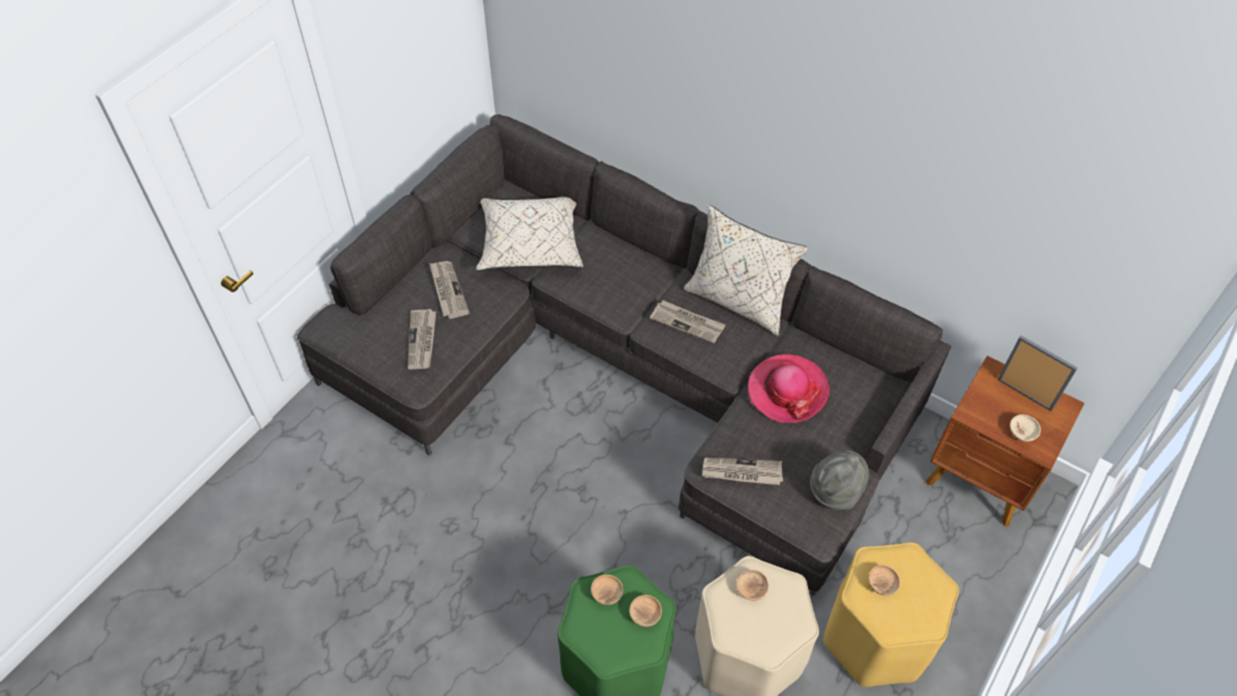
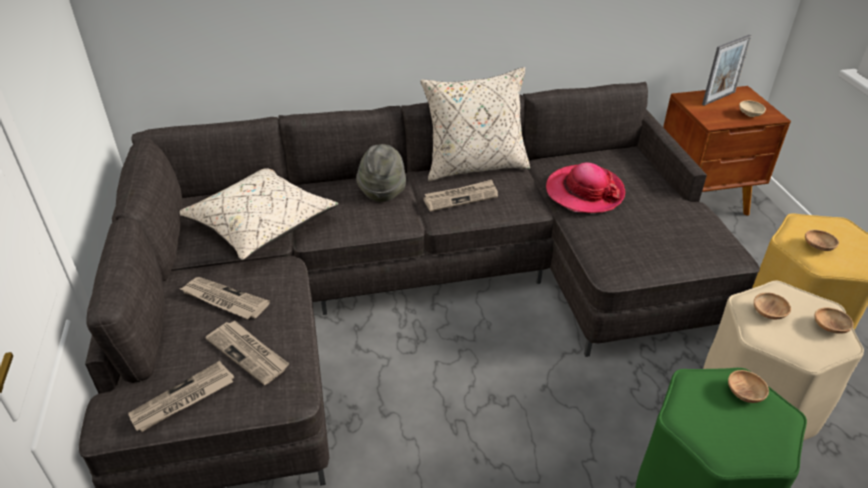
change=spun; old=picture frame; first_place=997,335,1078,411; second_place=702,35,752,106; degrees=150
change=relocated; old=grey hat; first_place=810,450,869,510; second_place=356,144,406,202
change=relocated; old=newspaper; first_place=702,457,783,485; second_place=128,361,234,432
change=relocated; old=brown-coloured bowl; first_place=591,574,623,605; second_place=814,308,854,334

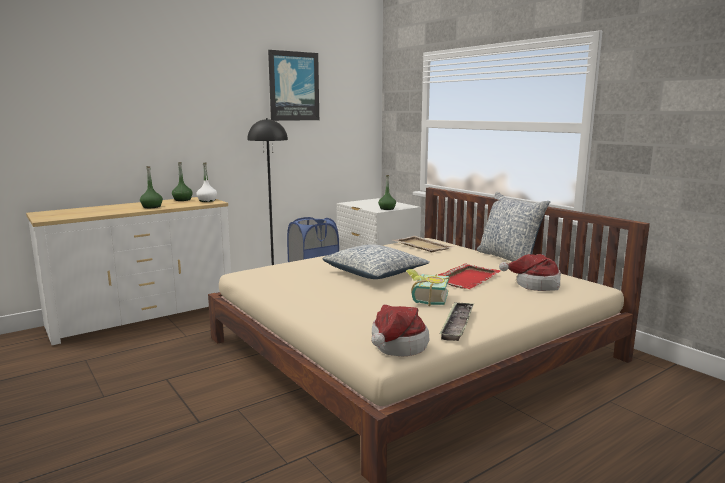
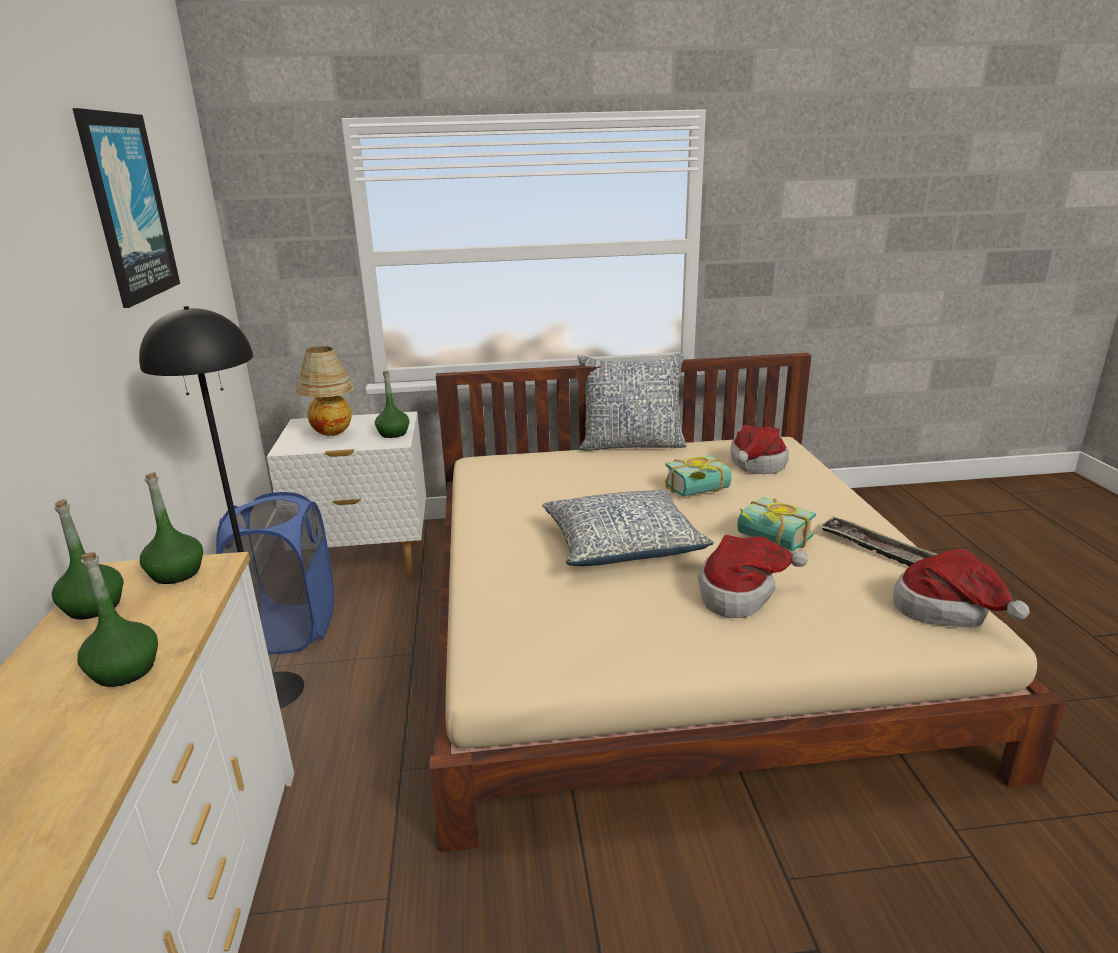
change=colour; old=whitish bottle; new=green bottle; first_place=196,163,217,202; second_place=140,472,203,584
change=missing; old=beige tray; first_place=393,236,454,252
change=exchanged; old=reddish tray; new=volume; first_place=438,263,501,289; second_place=665,455,731,497
change=appeared; new=tabletop lamp; second_place=296,346,355,436
change=appeared; new=hat; second_place=697,535,808,618

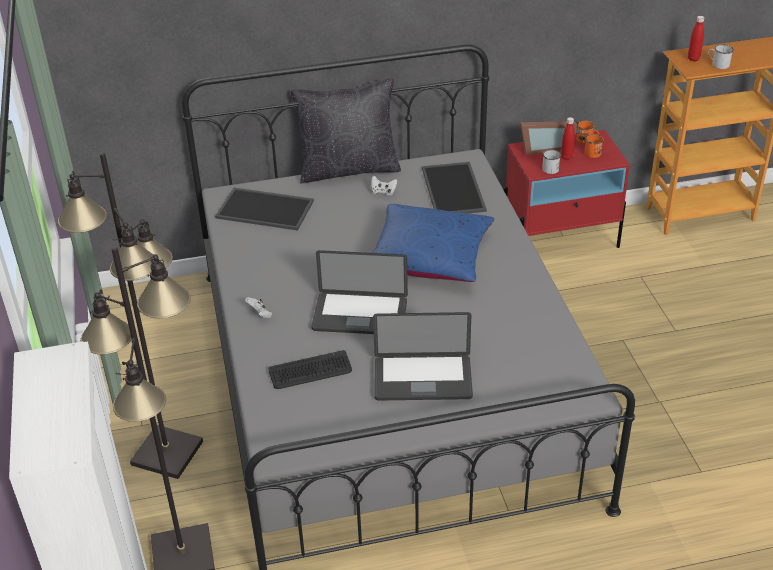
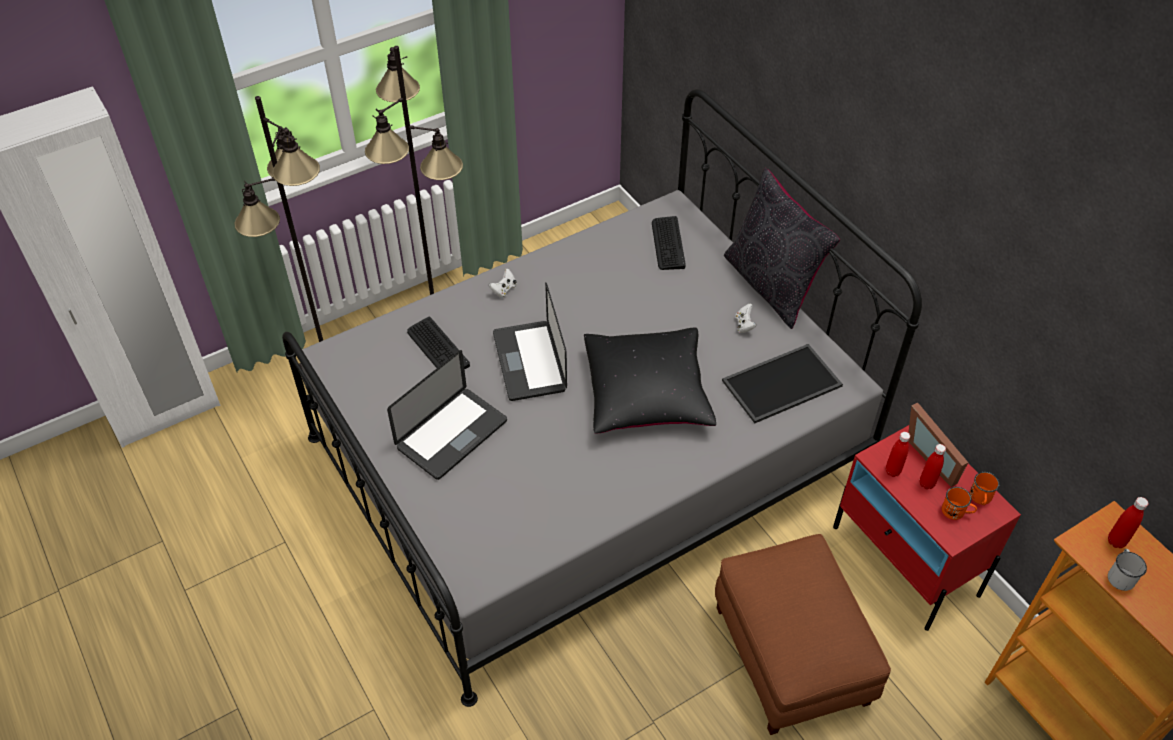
change=exchanged; old=whitish mug; new=reddish bottle; first_place=542,150,561,174; second_place=886,432,910,477
change=exchanged; old=tray; new=keyboard; first_place=215,188,314,230; second_place=652,216,686,270
change=colour; old=blue-coloured cushion; new=blackish cushion; first_place=372,204,494,282; second_place=584,328,716,434
change=spun; old=notebook computer; first_place=373,312,473,401; second_place=387,350,507,480; degrees=-120
change=appeared; new=brown-coloured pouffe; second_place=715,534,891,735

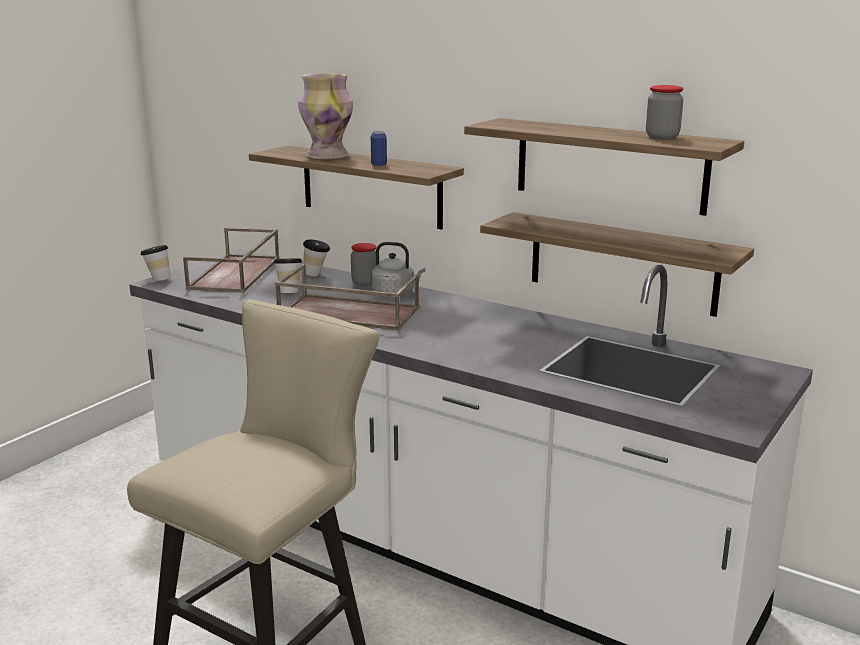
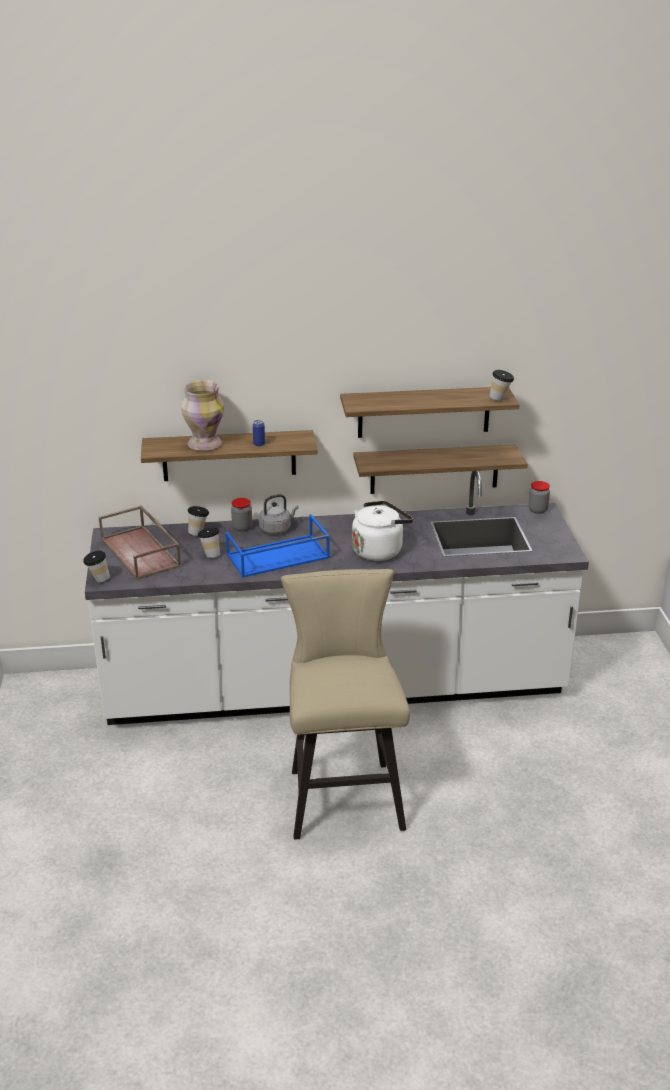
change=relocated; old=preserve jar; first_place=646,85,684,139; second_place=528,481,550,514
change=colour; old=brown-coloured tray; new=blue-coloured tray; first_place=275,264,419,330; second_place=226,514,330,578
change=appeared; new=drinking cup; second_place=489,370,514,401
change=appeared; new=whitish tea kettle; second_place=352,500,413,561

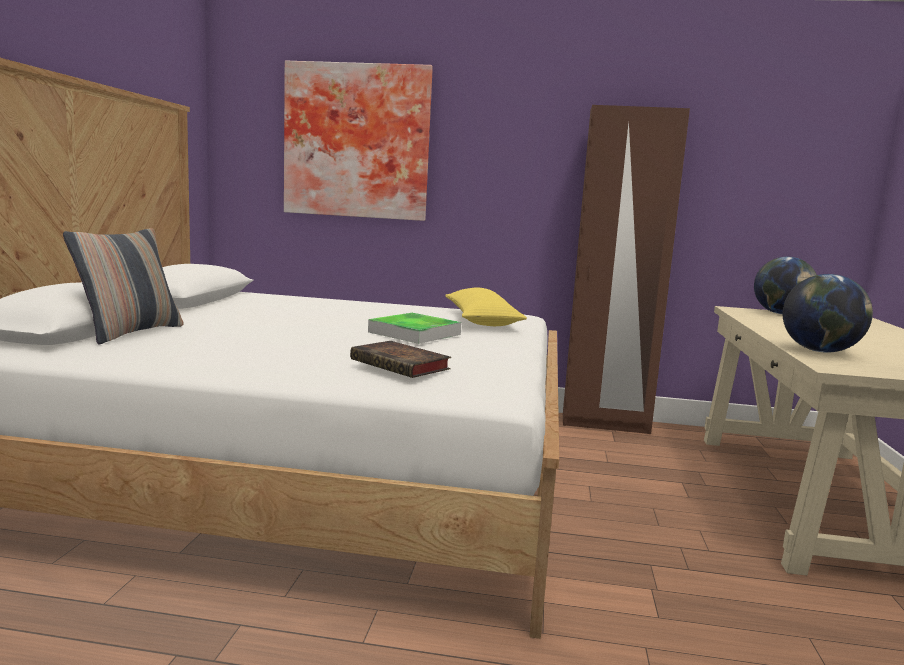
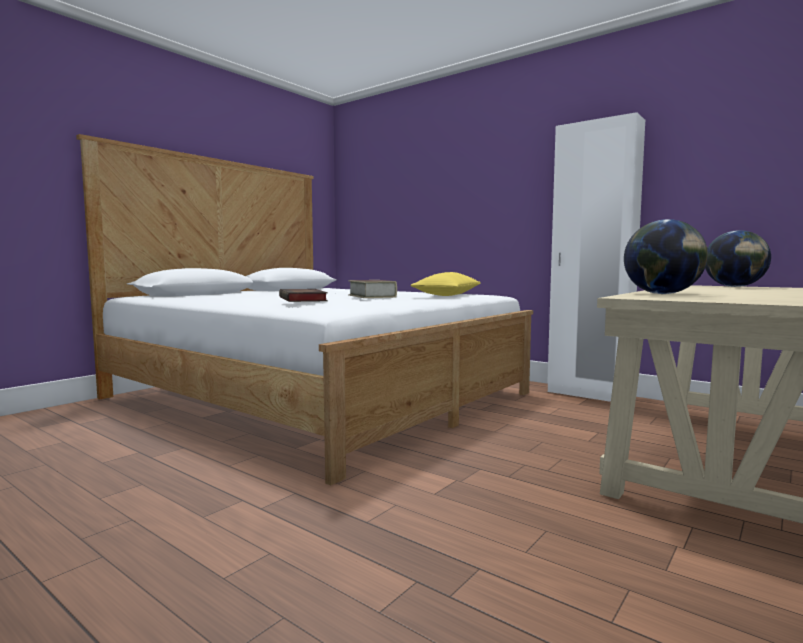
change=missing; old=wall picture; first_place=284,61,433,221
change=colour; old=brown-coloured armoire; new=whitish armoire; first_place=563,105,690,434; second_place=547,112,645,402
change=missing; old=cushion; first_place=63,228,184,345
change=exchanged; old=tray; new=volume; first_place=368,313,461,344; second_place=348,280,397,298

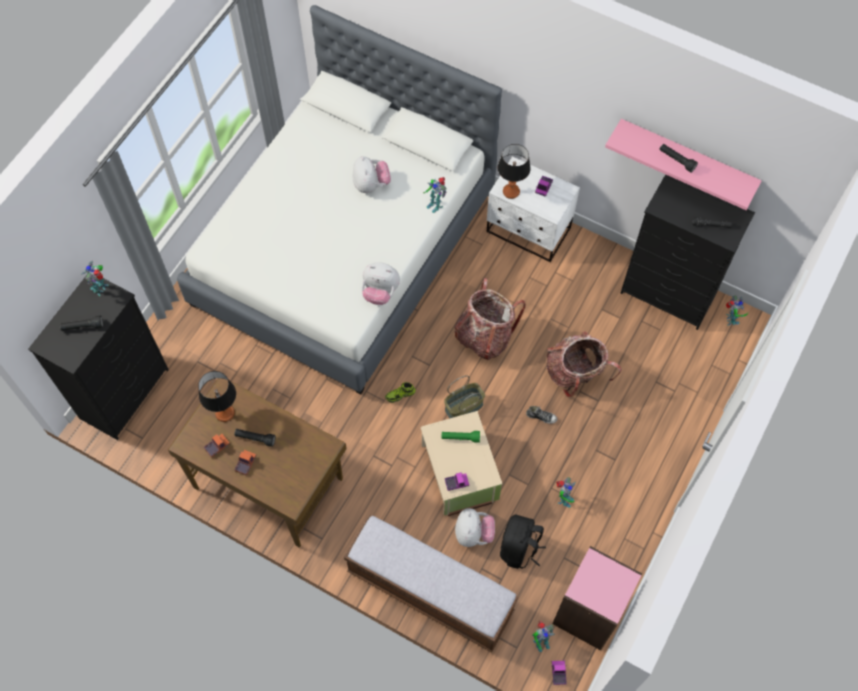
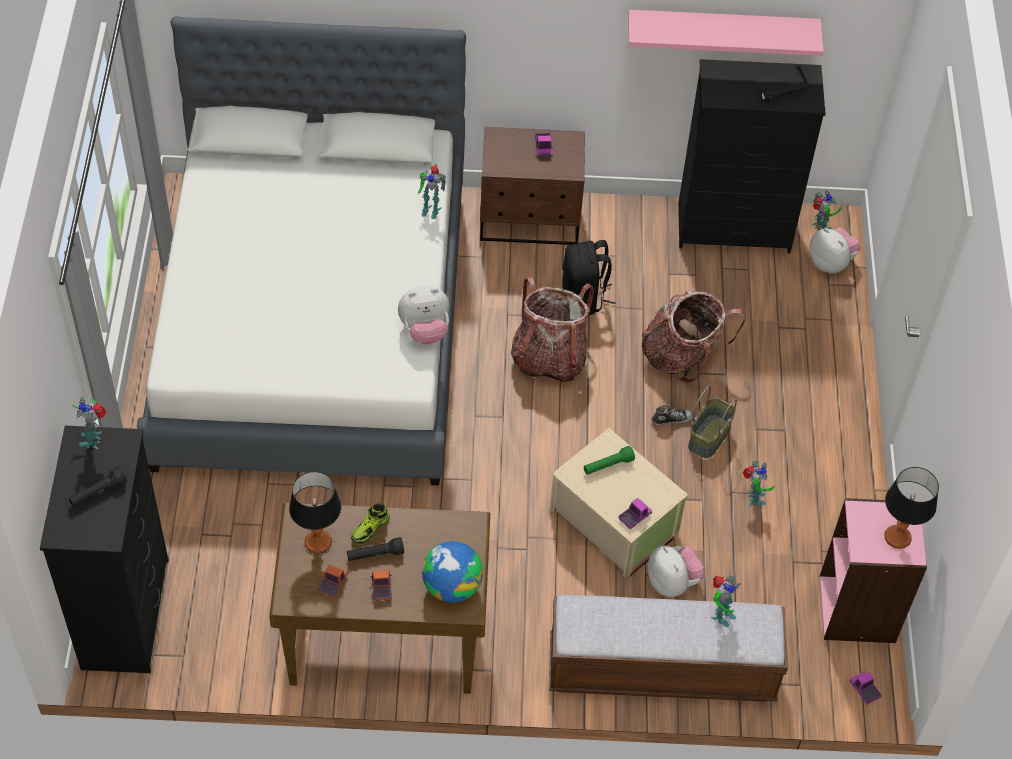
change=relocated; old=tabletop lamp; first_place=497,144,531,199; second_place=884,467,939,549
change=missing; old=blackish hand torch; first_place=659,144,698,173
change=relocated; old=soft toy; first_place=353,156,391,193; second_place=809,228,860,273
change=colour; old=whitish nightstand; new=brown-coloured nightstand; first_place=487,156,580,262; second_place=480,127,585,245
change=relocated; old=basket; first_place=444,375,485,418; second_place=688,386,737,458
change=relocated; old=low shoe; first_place=385,382,416,403; second_place=351,503,390,545
change=relocated; old=blackish knapsack; first_place=500,514,546,569; second_place=562,240,616,315
change=relocated; old=model robot; first_place=532,621,554,652; second_place=711,575,741,627
change=appeared; new=desk globe; second_place=422,541,483,603

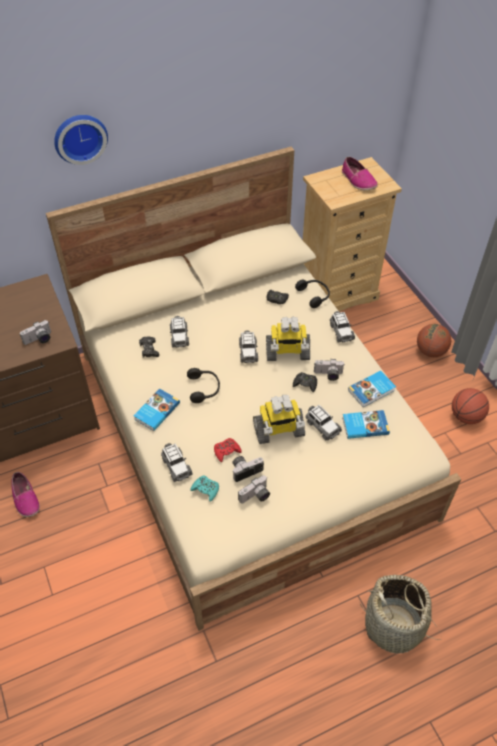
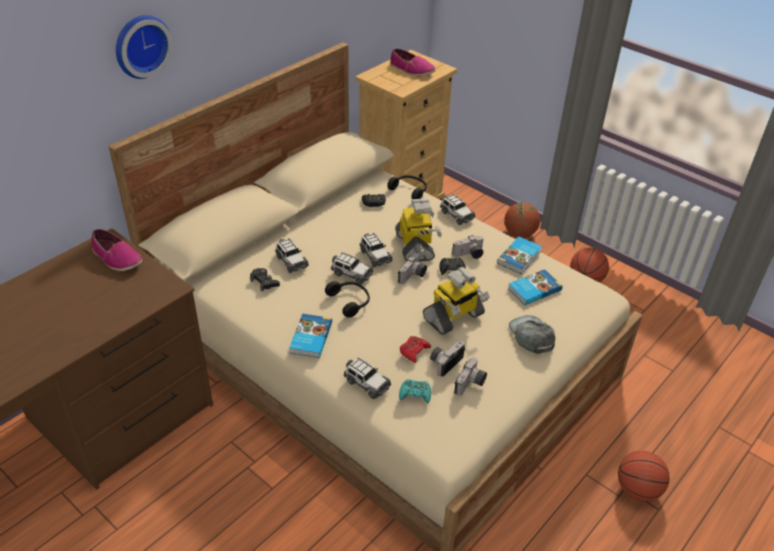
change=spun; old=model robot; first_place=266,316,310,361; second_place=395,198,442,262; degrees=-75
change=relocated; old=photo camera; first_place=20,320,51,345; second_place=398,253,427,284
change=relocated; old=model car; first_place=305,405,342,440; second_place=331,252,373,284
change=relocated; old=low shoe; first_place=11,472,40,517; second_place=92,229,142,271
change=exchanged; old=basket; new=basketball ball; first_place=360,575,441,653; second_place=618,451,670,502
change=appeared; new=grey peaked cap; second_place=509,315,555,354

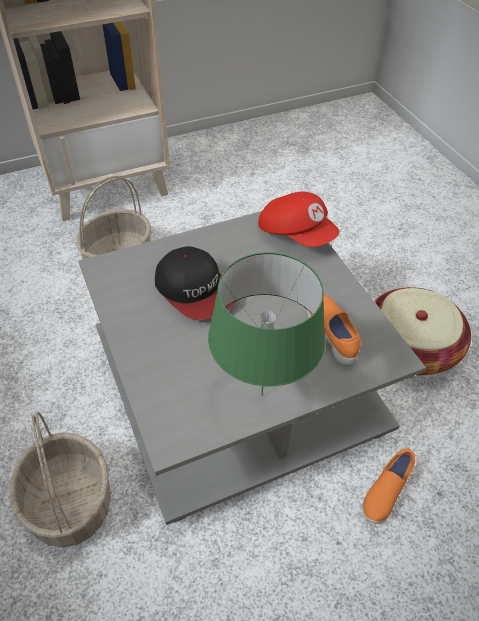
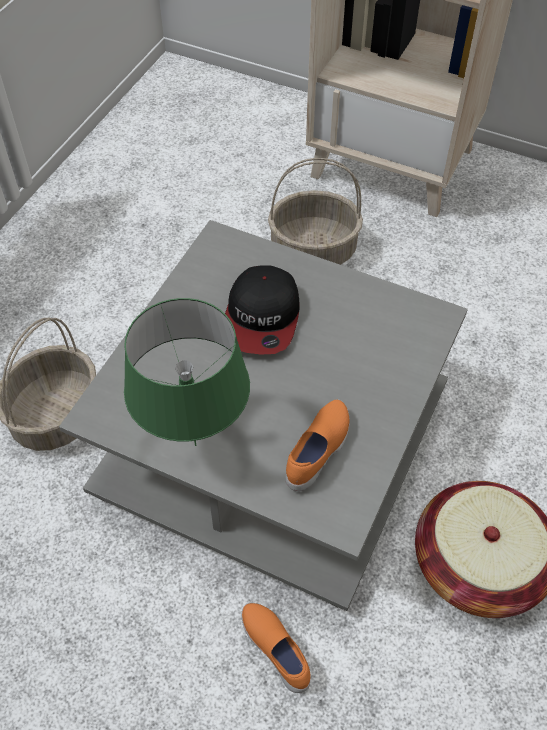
change=missing; old=reddish peaked cap; first_place=258,192,339,247
change=spun; old=orangey low shoe; first_place=362,448,415,524; second_place=241,603,310,693; degrees=60

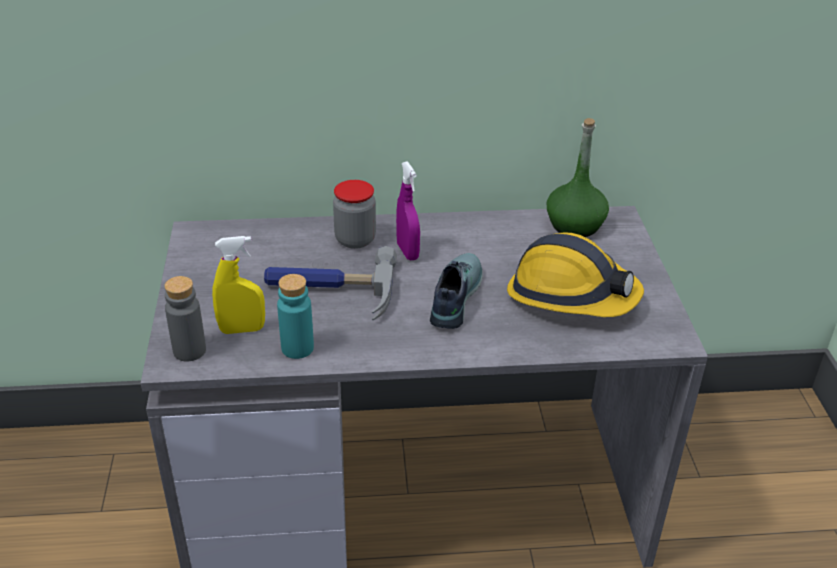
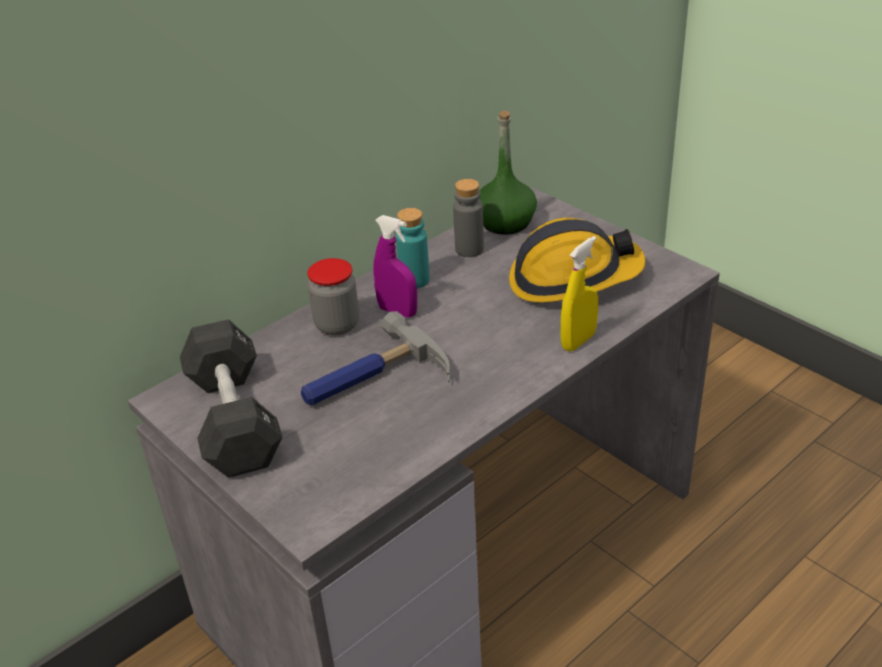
change=relocated; old=yellowish sprayer; first_place=212,236,265,334; second_place=561,236,598,351
change=missing; old=low shoe; first_place=430,253,483,329
change=relocated; old=turquoise bottle; first_place=277,274,314,359; second_place=396,208,430,288
change=relocated; old=grey bottle; first_place=164,276,206,362; second_place=453,179,484,257
change=appeared; new=blackish free weight; second_place=180,319,283,478

